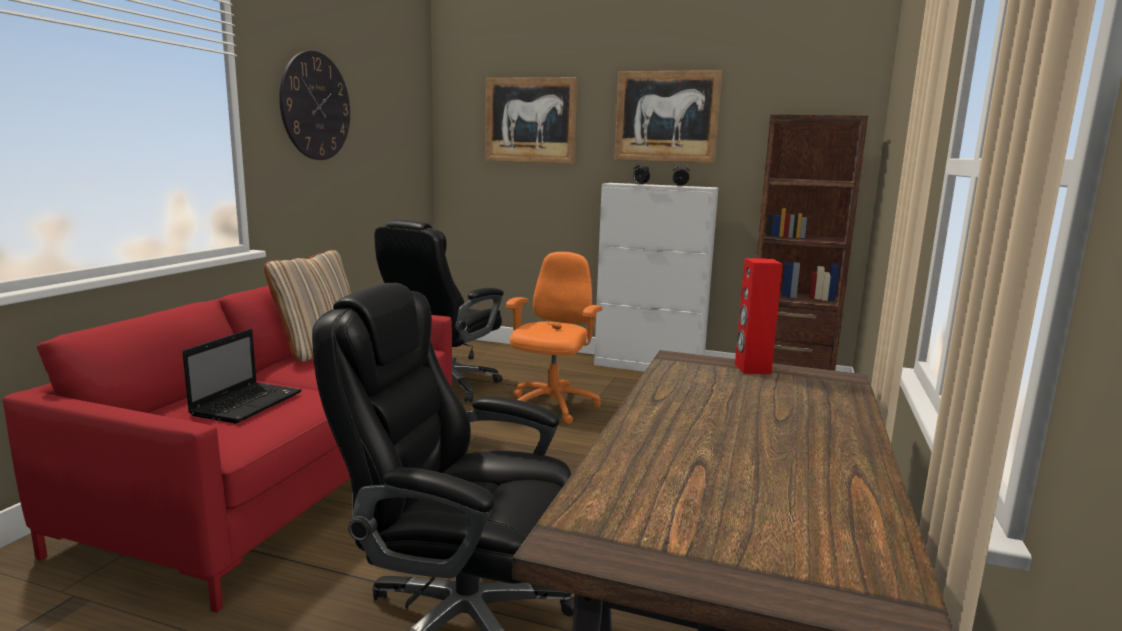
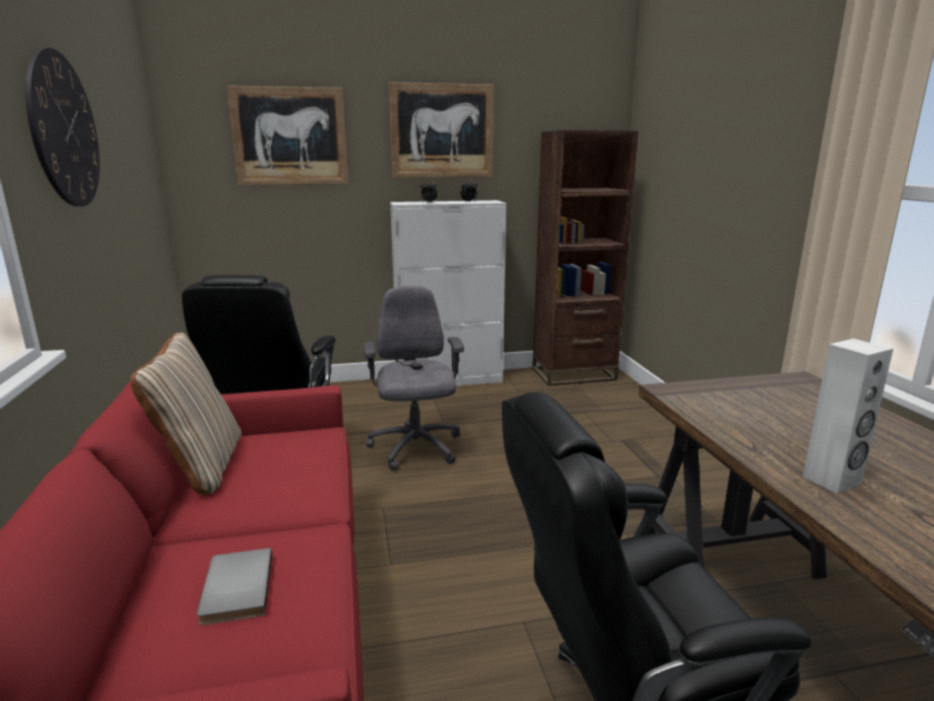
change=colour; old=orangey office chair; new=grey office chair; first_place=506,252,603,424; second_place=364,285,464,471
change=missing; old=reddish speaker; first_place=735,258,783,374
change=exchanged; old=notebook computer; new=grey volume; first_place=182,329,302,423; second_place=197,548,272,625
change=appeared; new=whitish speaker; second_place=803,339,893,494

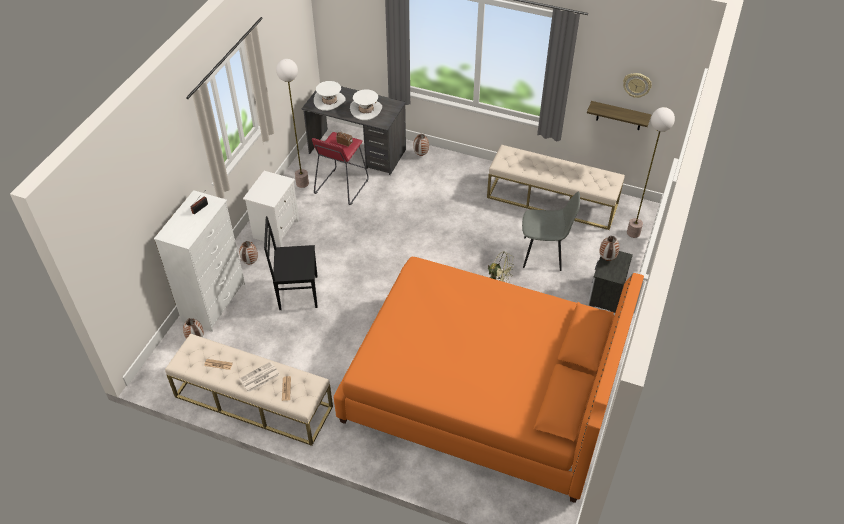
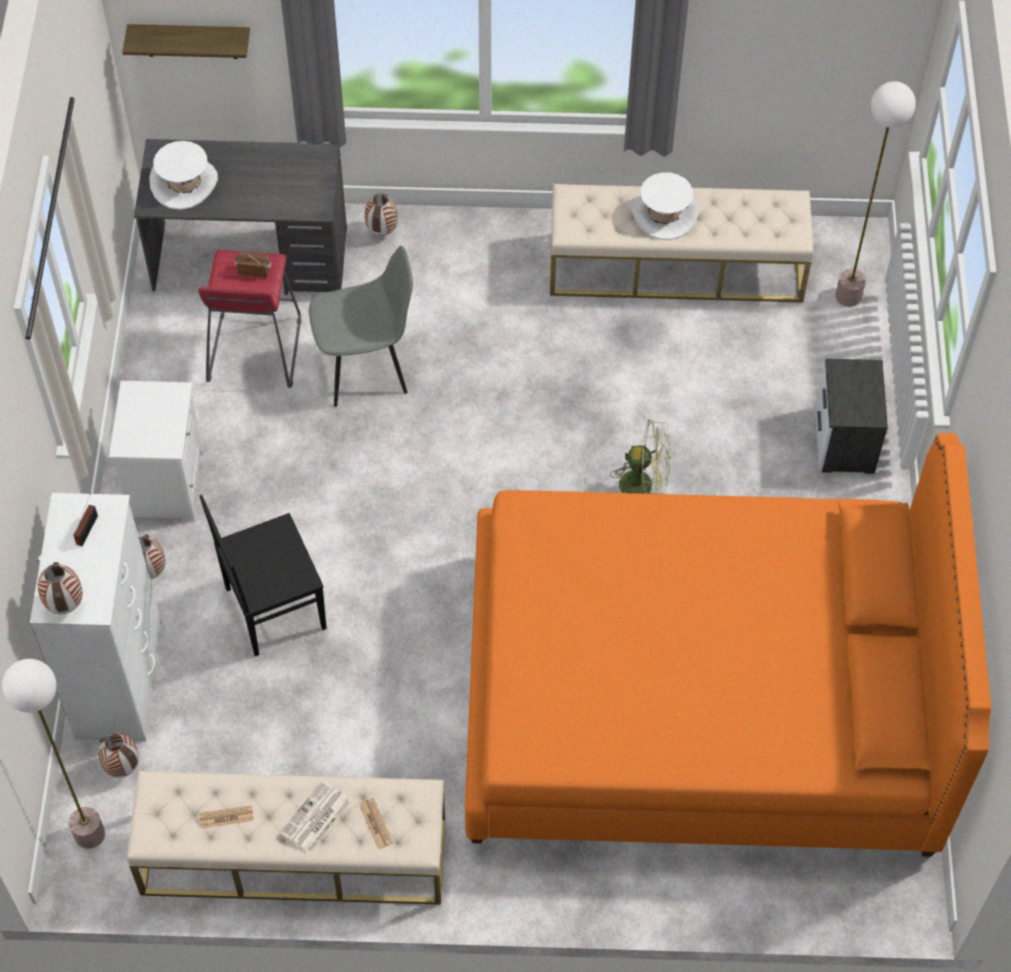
change=relocated; old=standing lamp; first_place=276,59,309,188; second_place=2,659,105,849
change=missing; old=clock on the wall; first_place=623,73,652,98
change=relocated; old=whitish hat; first_place=350,90,382,120; second_place=632,172,698,240
change=relocated; old=wall shelf; first_place=587,101,651,130; second_place=122,24,250,59
change=relocated; old=grey upright chair; first_place=522,191,580,271; second_place=309,246,413,407
change=relocated; old=flower vase; first_place=599,236,619,261; second_place=37,562,83,614

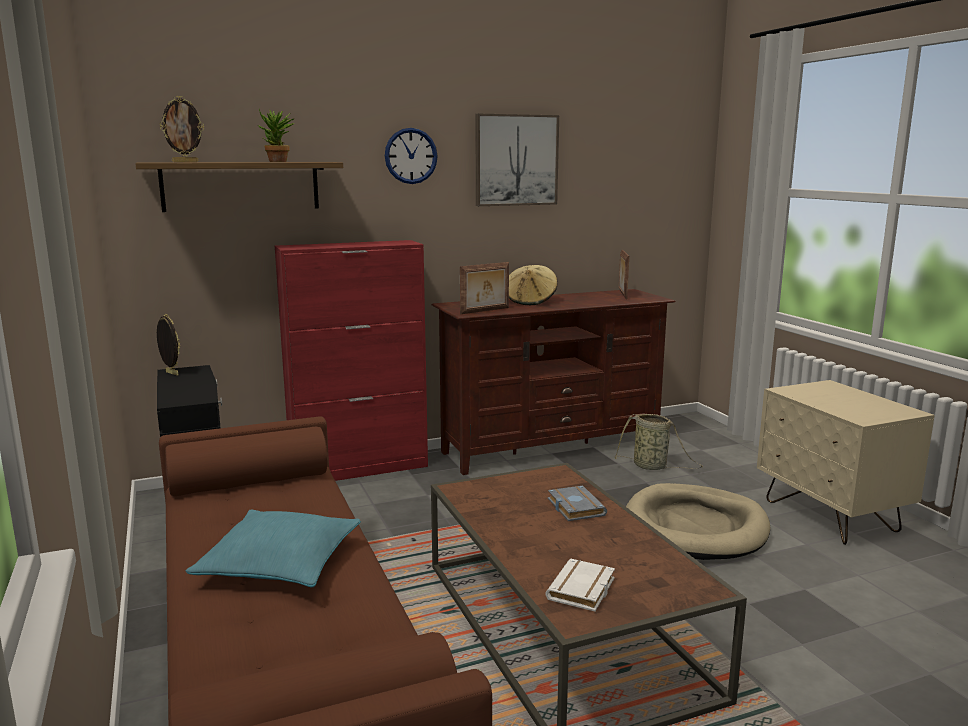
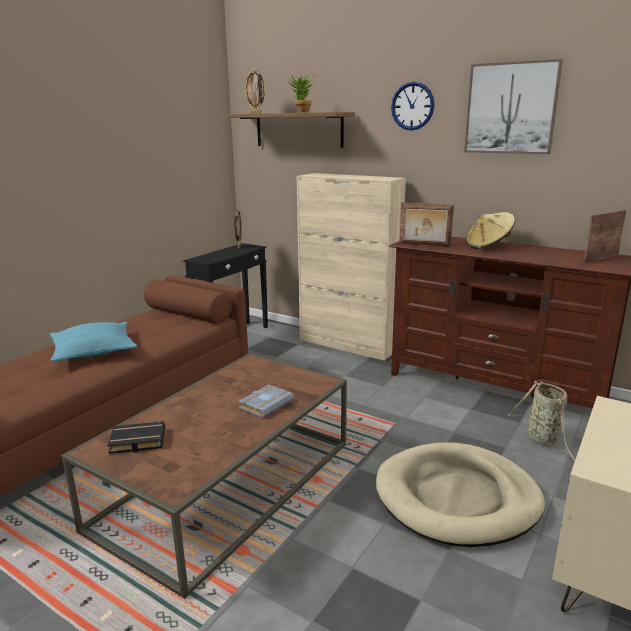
change=colour; old=reddish storage cabinet; new=beige storage cabinet; first_place=275,240,428,481; second_place=296,173,406,361
change=colour; old=whitish volume; new=blackish volume; first_place=545,558,615,611; second_place=107,421,165,454

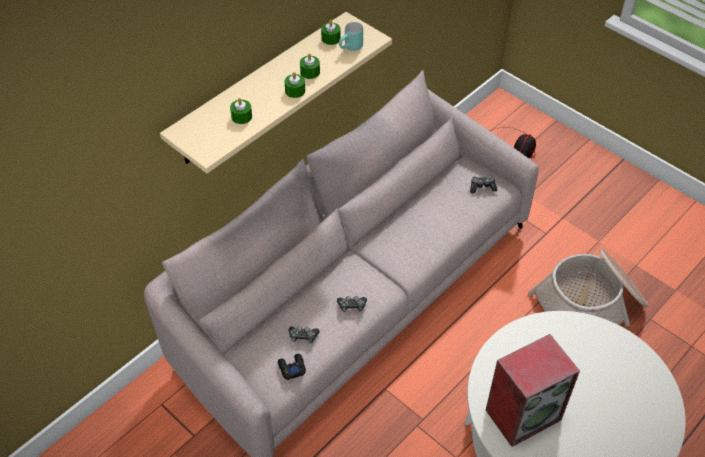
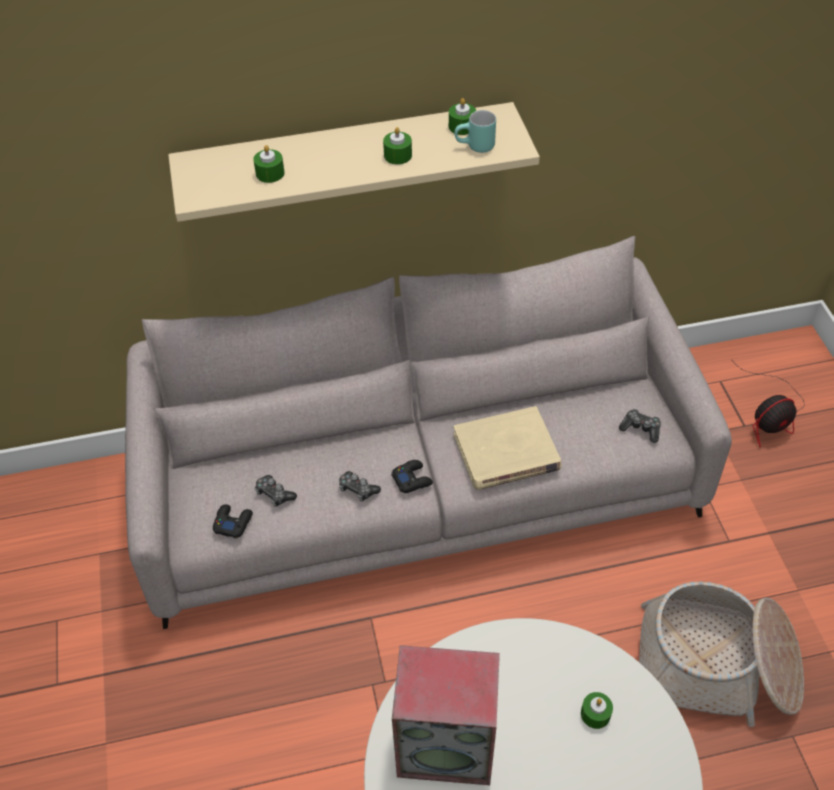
change=relocated; old=green wax light; first_place=284,72,305,98; second_place=581,692,613,729
change=appeared; new=beige volume; second_place=453,406,561,490
change=appeared; new=blackish gamepad; second_place=391,460,433,493

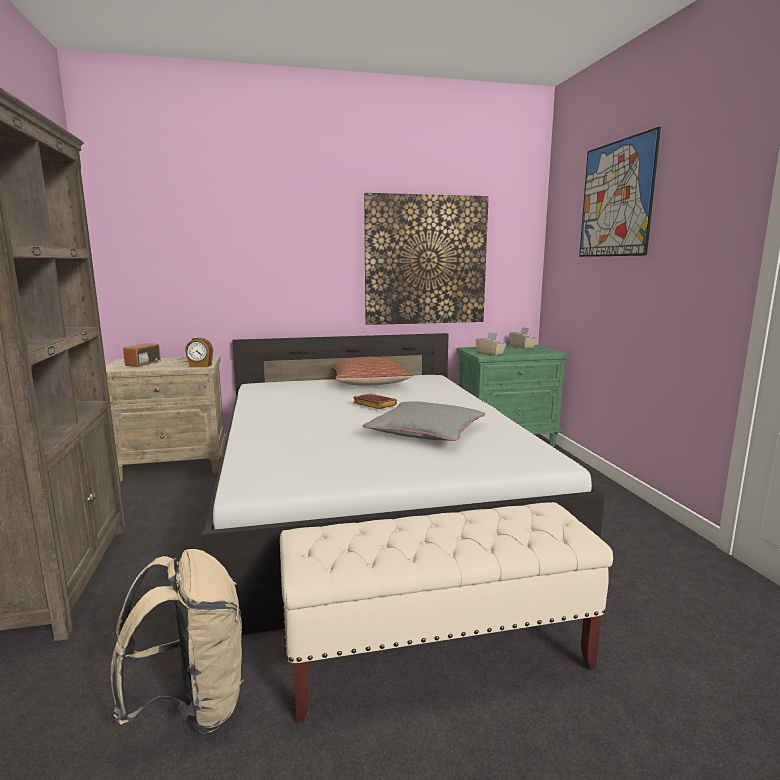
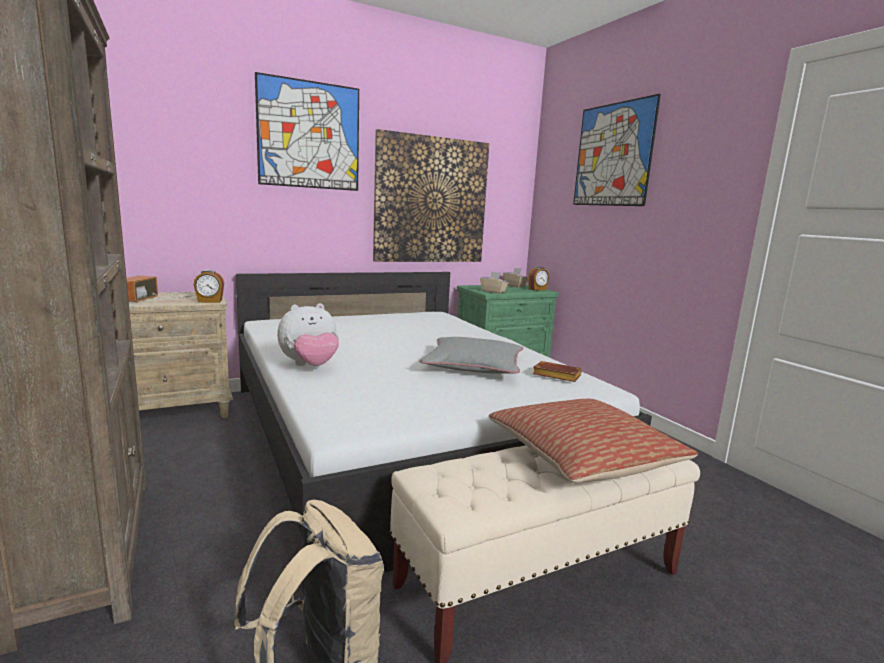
change=relocated; old=cushion; first_place=331,357,413,386; second_place=489,399,698,483
change=relocated; old=brown-coloured volume; first_place=353,394,397,409; second_place=532,361,582,382
change=appeared; new=wall picture; second_place=255,72,359,191
change=appeared; new=alarm clock; second_place=528,267,549,291
change=appeared; new=soft toy; second_place=277,303,339,366

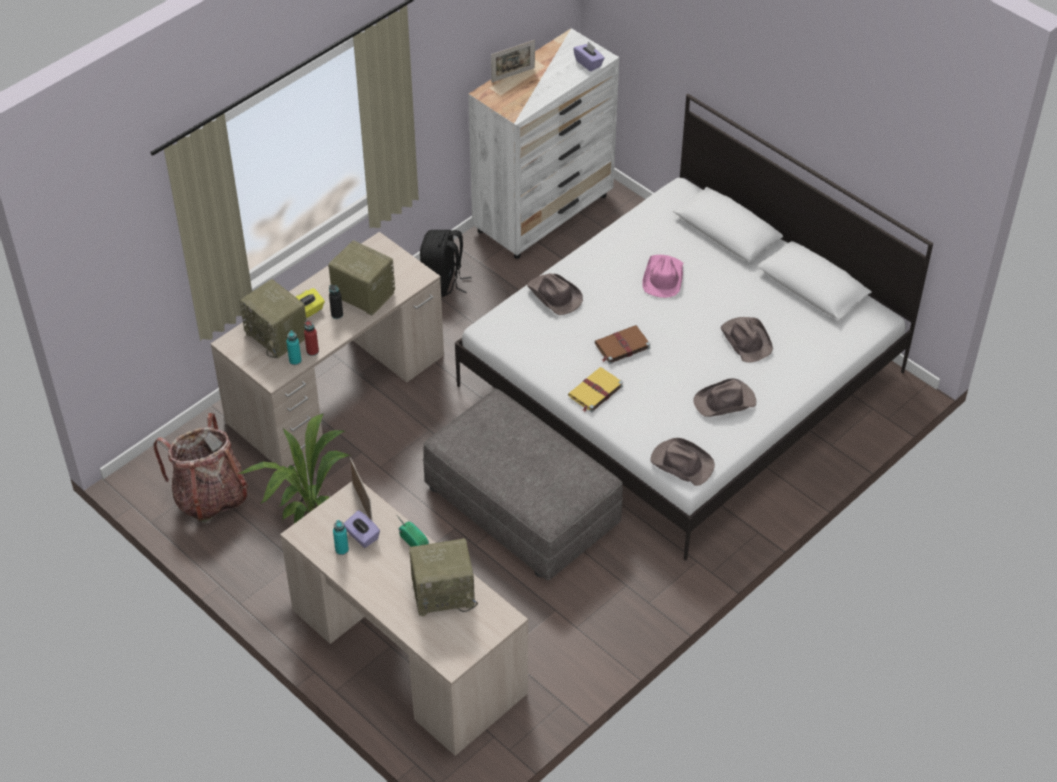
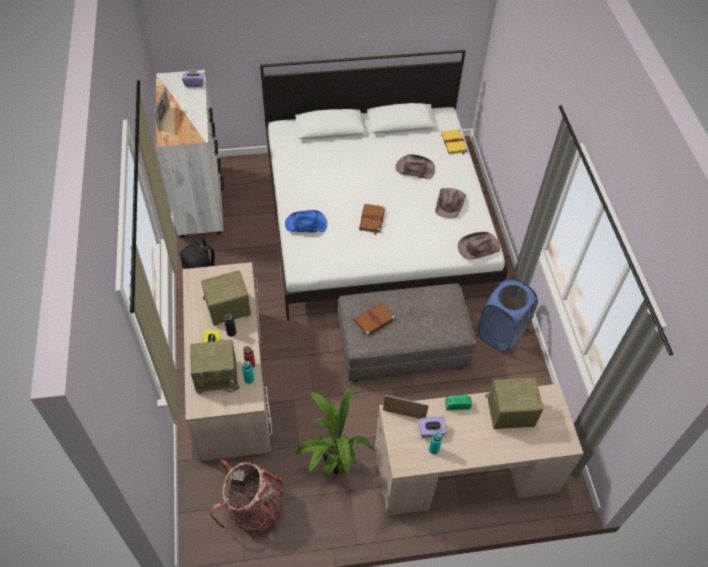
change=missing; old=pink-coloured hat; first_place=642,255,683,298
change=colour; old=brown-coloured hat; new=blue-coloured hat; first_place=527,273,583,315; second_place=285,210,327,232
change=relocated; old=yellowish volume; first_place=568,367,623,412; second_place=441,129,468,155
change=spun; old=radio set; first_place=409,538,478,616; second_place=486,378,543,429; degrees=-120
change=appeared; new=blue-coloured hamper; second_place=478,279,538,352
change=appeared; new=brown-coloured volume; second_place=354,302,395,336

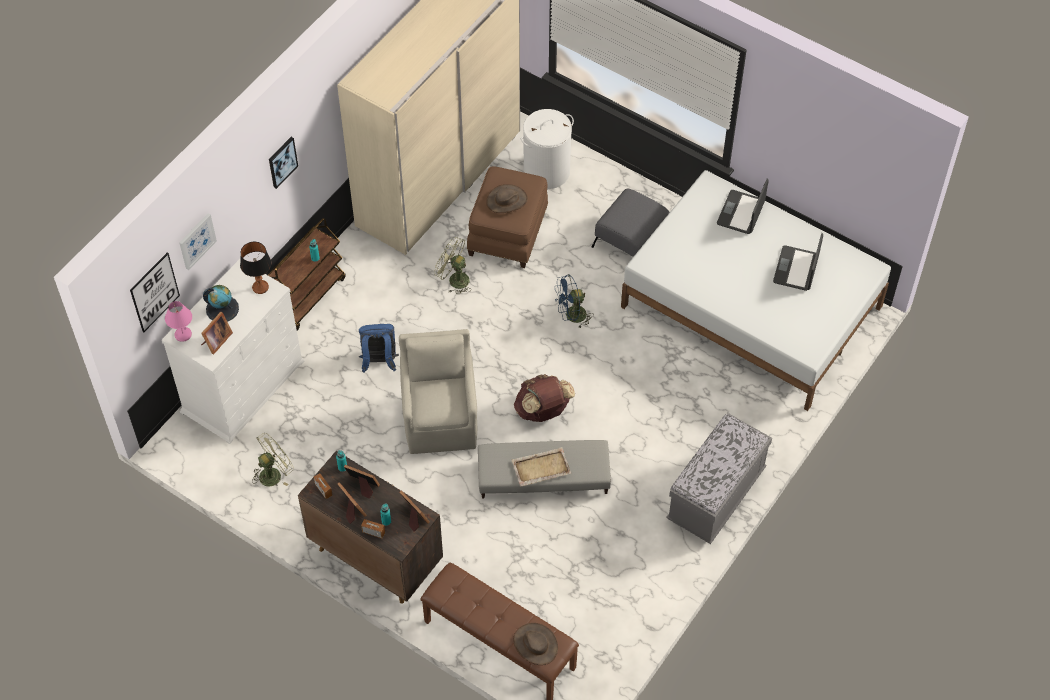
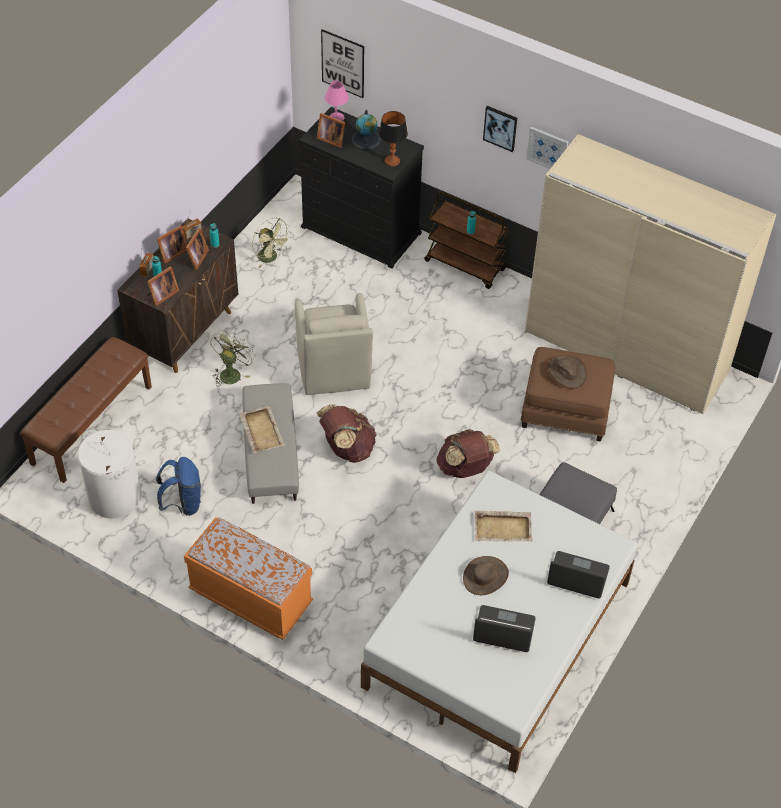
change=relocated; old=whitish hamper; first_place=521,109,574,189; second_place=78,430,141,519
change=relocated; old=wall picture; first_place=179,213,217,270; second_place=526,127,568,169
change=relocated; old=green fan; first_place=434,237,471,295; second_place=210,330,255,387
change=colour; old=whitish dresser; new=blackish dresser; first_place=162,259,304,444; second_place=299,107,424,269
change=exchanged; old=blue-coloured fan; new=brown-coloured knapsack; first_place=555,274,594,329; second_place=436,429,500,478
change=relocated; old=blue-coloured knapsack; first_place=358,324,399,373; second_place=156,457,201,516
change=spun; old=beige easy chair; first_place=399,329,477,454; second_place=295,293,373,395; degrees=90
change=colour; old=grey long seat; new=orangey long seat; first_place=666,413,772,544; second_place=184,517,313,640
change=relocated; old=brown-coloured hat; first_place=513,623,558,665; second_place=463,556,509,595
change=appeared; new=beige tray; second_place=475,511,532,542

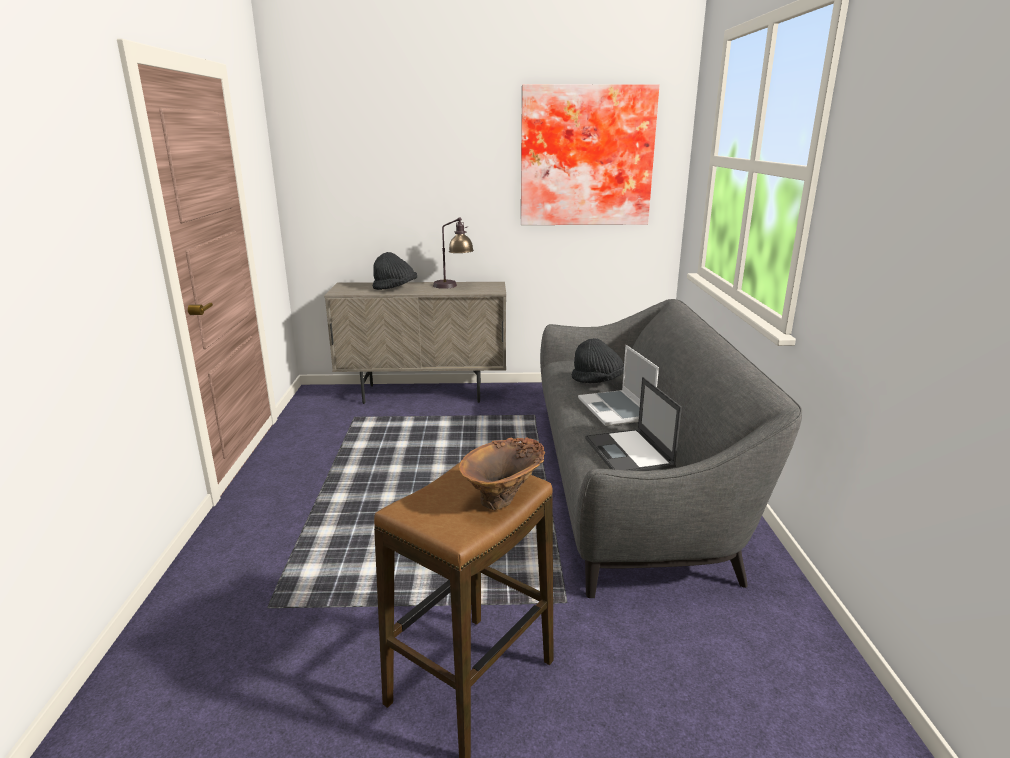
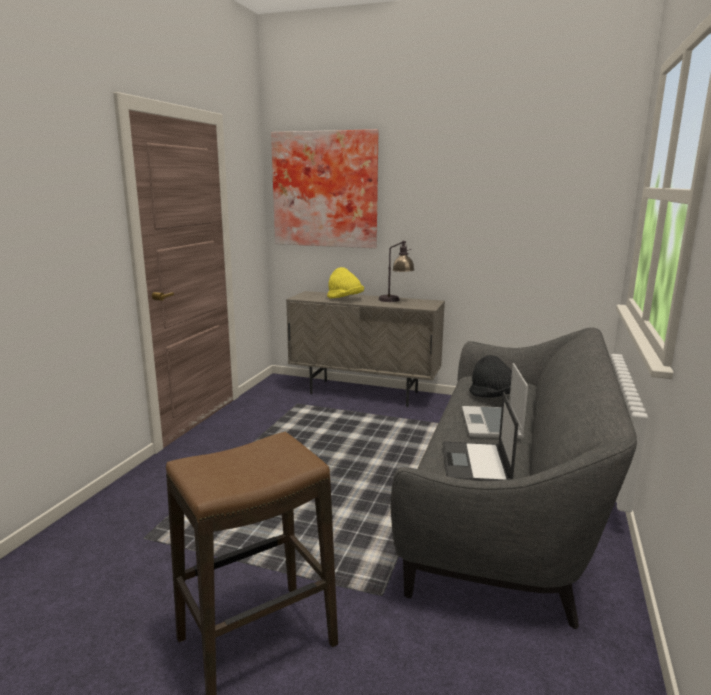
change=relocated; old=wall picture; first_place=521,84,659,225; second_place=271,129,379,248
change=colour; old=blackish hat; new=yellowish hat; first_place=373,252,417,290; second_place=327,267,364,298
change=missing; old=brown-coloured flower vase; first_place=459,437,545,510

